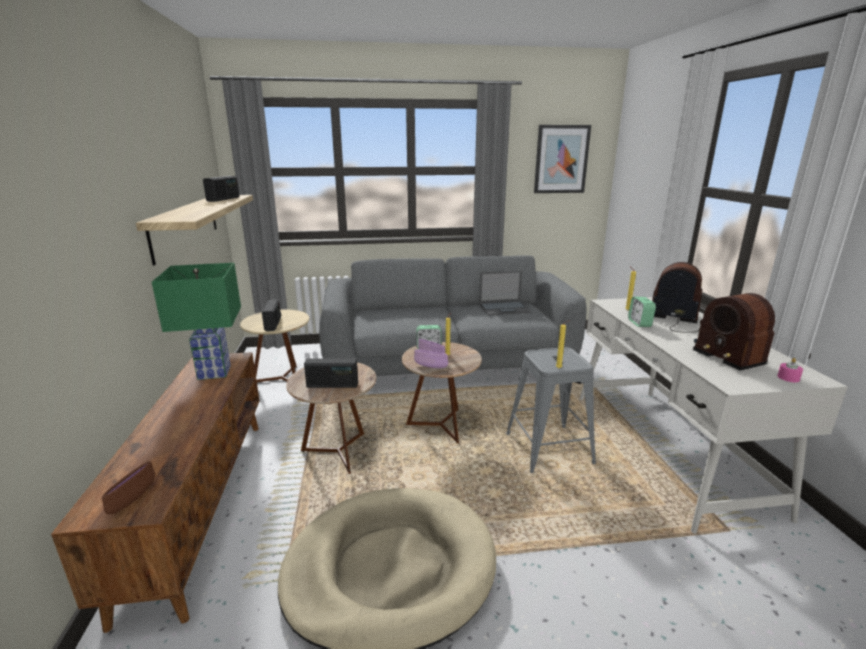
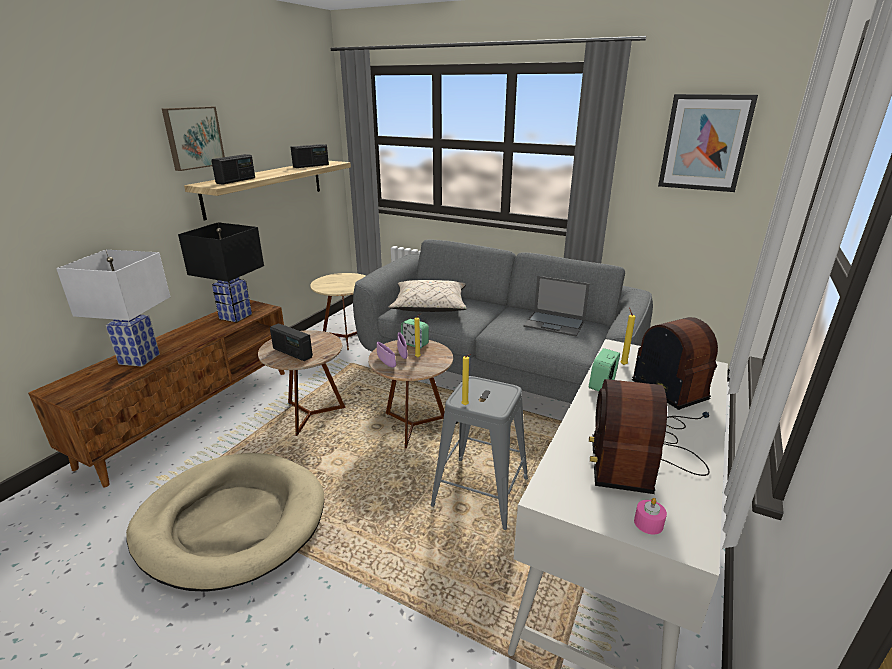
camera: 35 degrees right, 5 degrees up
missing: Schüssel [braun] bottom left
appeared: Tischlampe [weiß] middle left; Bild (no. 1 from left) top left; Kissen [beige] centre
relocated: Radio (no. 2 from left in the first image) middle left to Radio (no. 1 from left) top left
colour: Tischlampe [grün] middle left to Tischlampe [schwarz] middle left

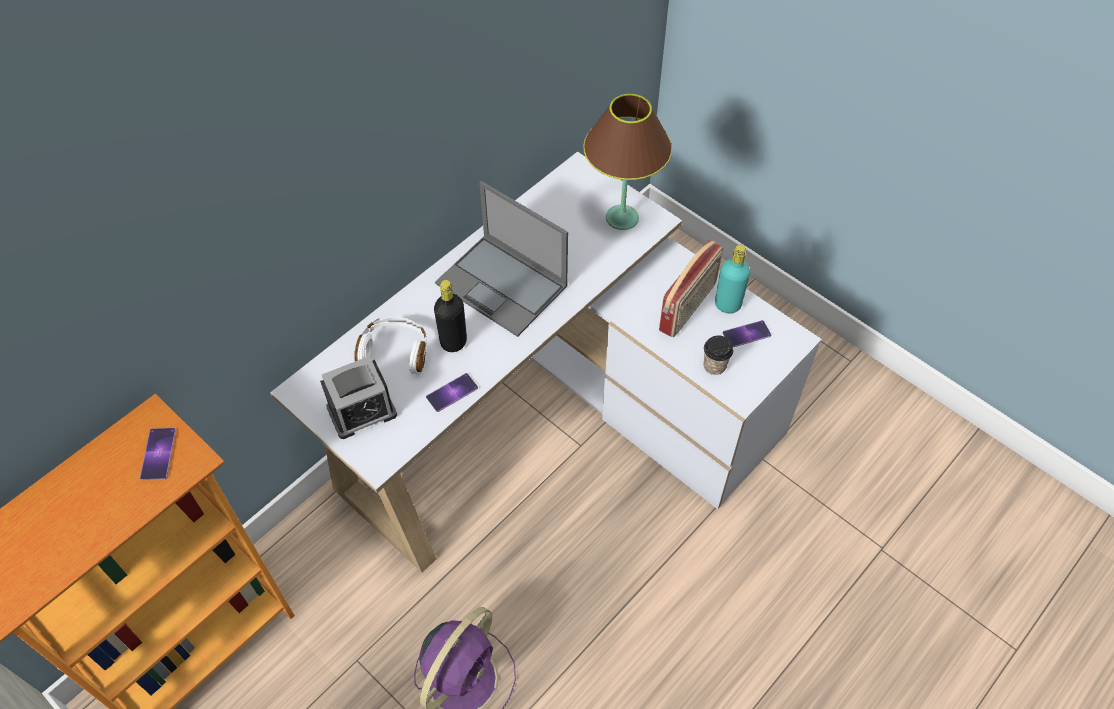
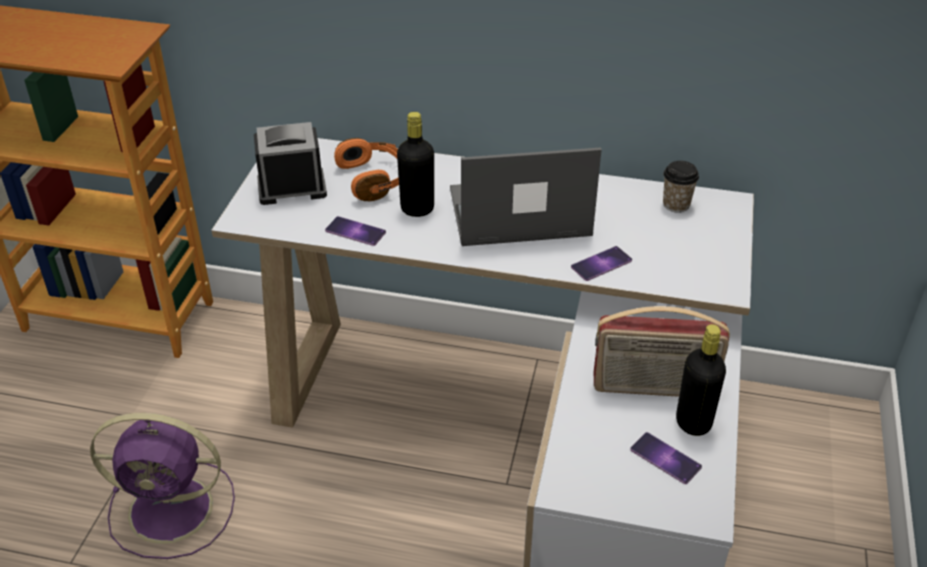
camera: 60 degrees right, 15 degrees down
missing: Tischlampe [braun] top centre
relocated: Handy (no. 1 from left in the first image) middle left to Handy (no. 2 from left) centre; Tasse centre to top right
colour: Kopfhörer [weiß] centre to Kopfhörer [orange] top centre; Flasche [türkis] centre to Flasche [schwarz] (no. 2 from left) bottom right
spun: Wecker middle left = top left 135 degrees clockwise; Laptop centre = centre 75 degrees clockwise

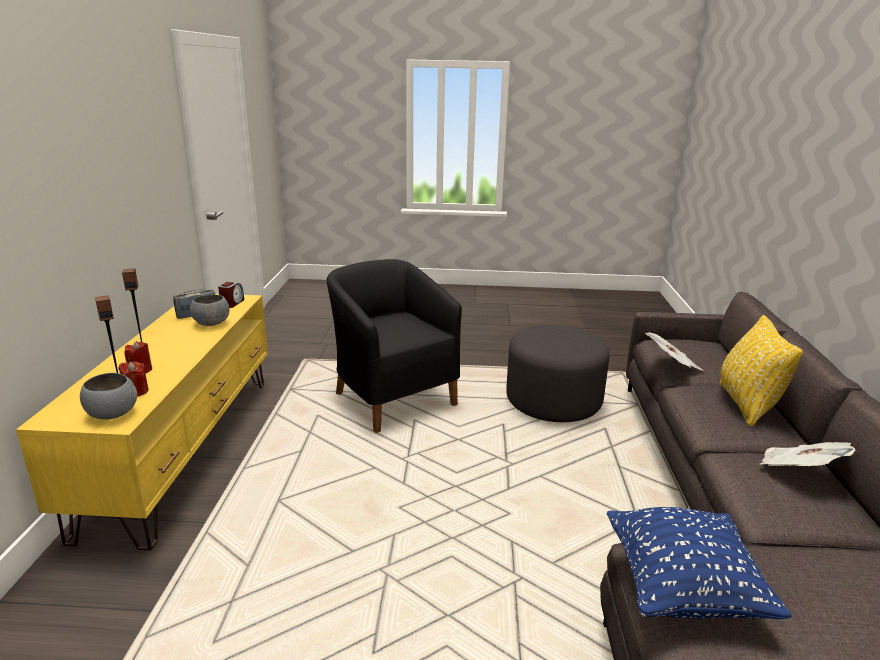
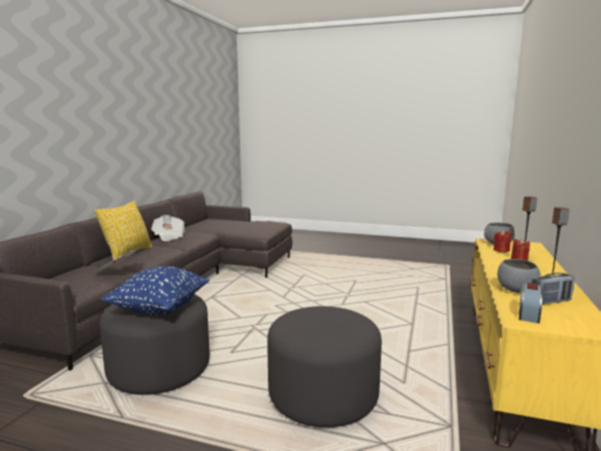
camera: 165 degrees left, 10 degrees down
relocated: Kissen [blau] bottom right to middle left
exchanged: Sessel [schwarz] centre to Polsterhocker [grau] (no. 2 from left) bottom centre

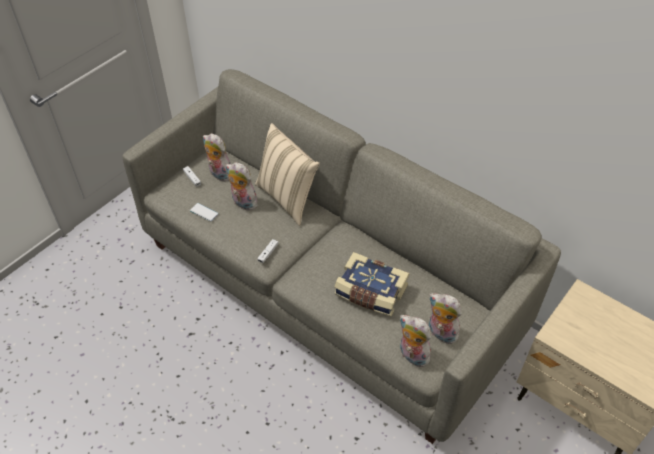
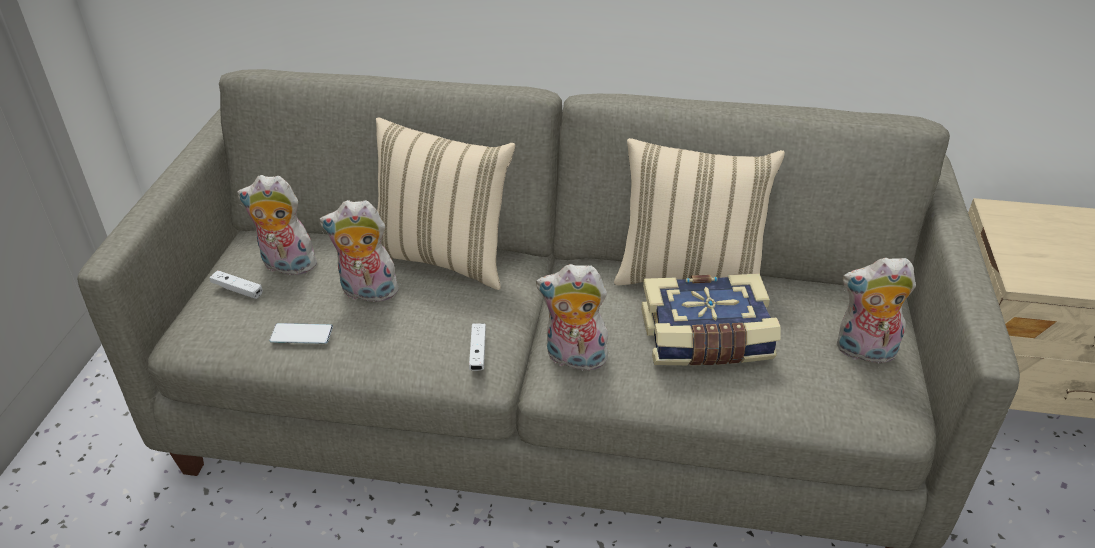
camera: 30 degrees left, 10 degrees down
appeared: Kissen [beige] (no. 2 from left) centre
relocated: Plüschtier (no. 3 from left) bottom centre to centre

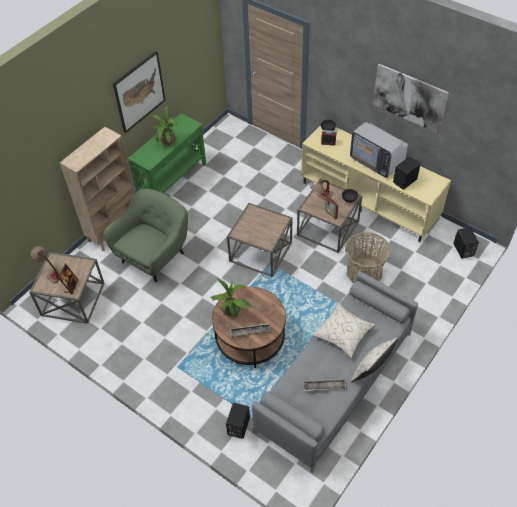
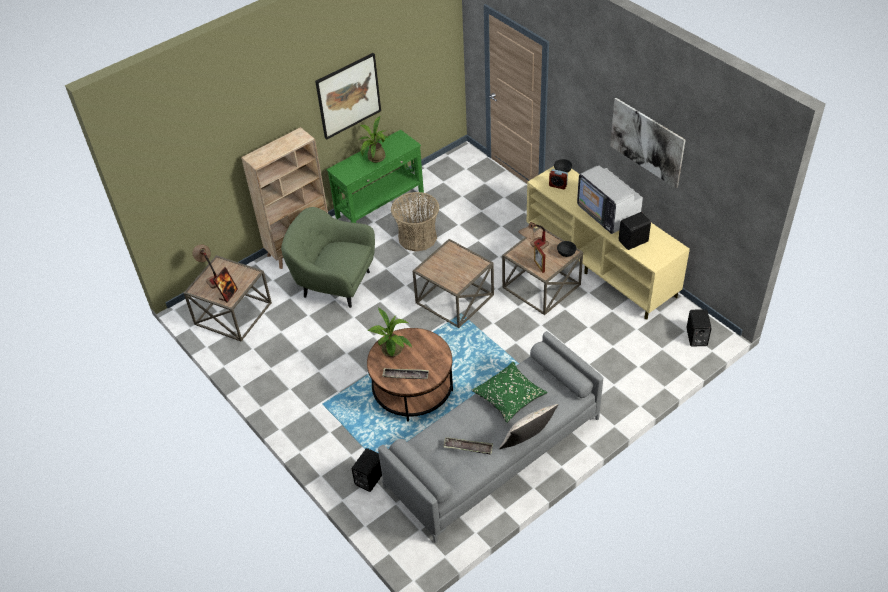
camera: 15 degrees right, 5 degrees down
relocated: Korb middle right to centre
colour: Kissen [beige] (no. 1 from left) centre to Kissen [grün] centre
spun: Sessel [grün] middle left = centre 120 degrees counterclockwise

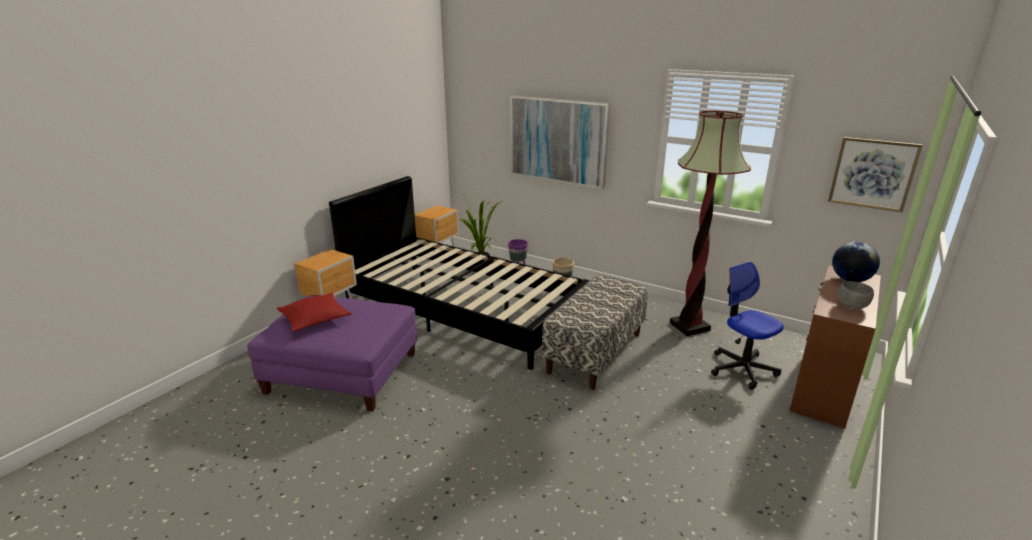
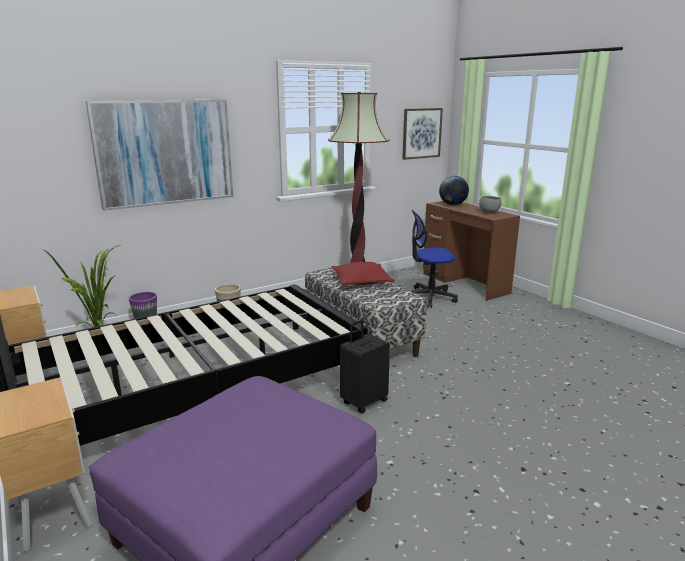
camera: 65 degrees left, 5 degrees down
appeared: Koffer [schwarz] centre
relocated: Kissen [rot] middle left to centre

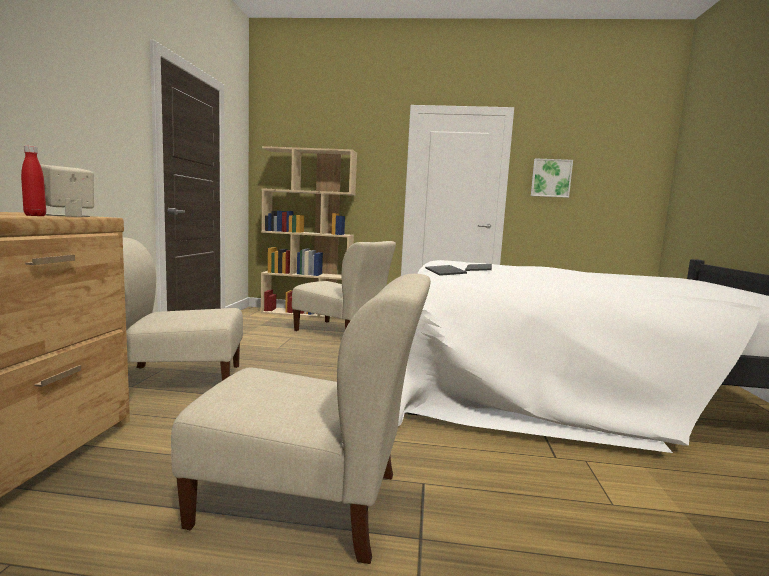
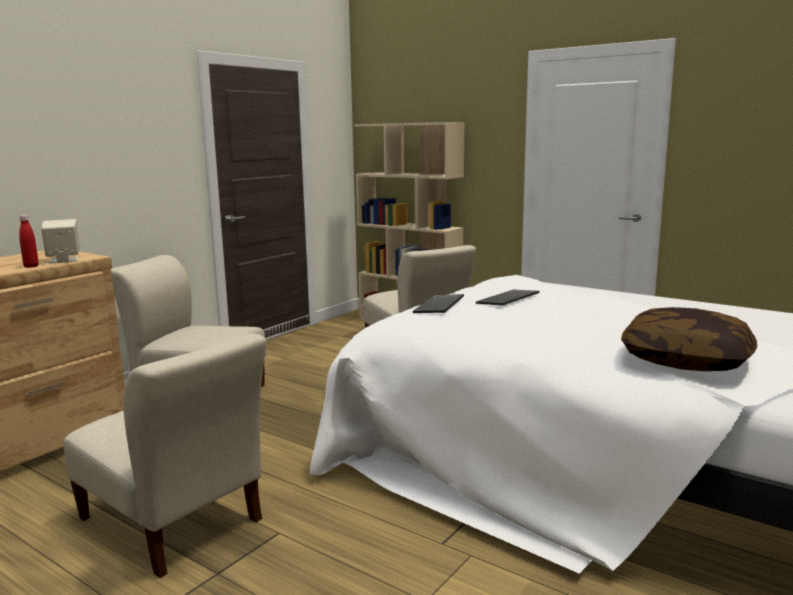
camera: 30 degrees right, 5 degrees up
missing: Bild top right
appeared: Kissen middle right

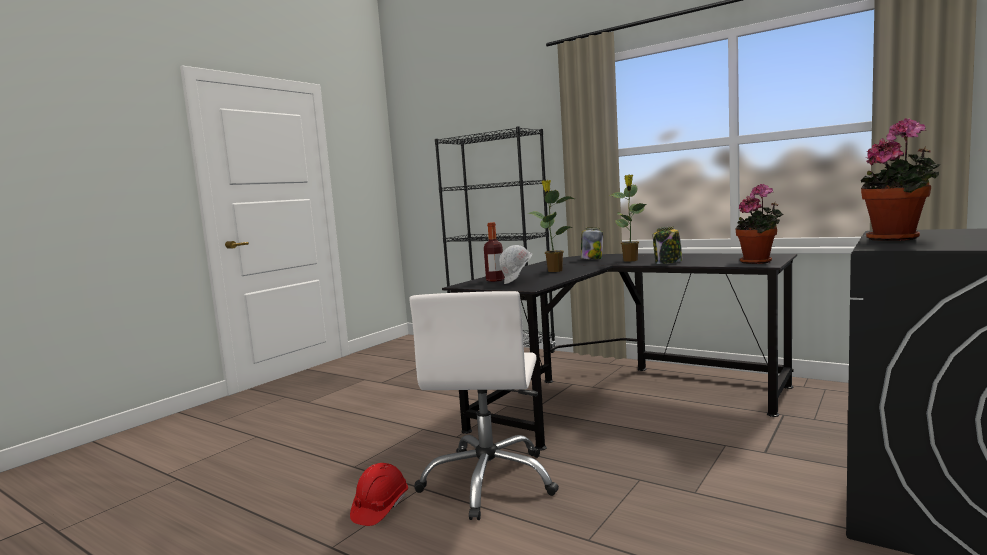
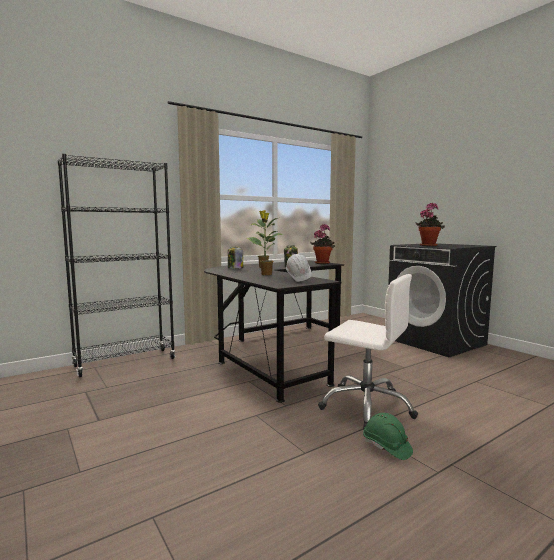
camera: 70 degrees left, 0 degrees up
missing: Flasche centre
colour: Schutzhelm [rot] bottom centre to Schutzhelm [grün] bottom right

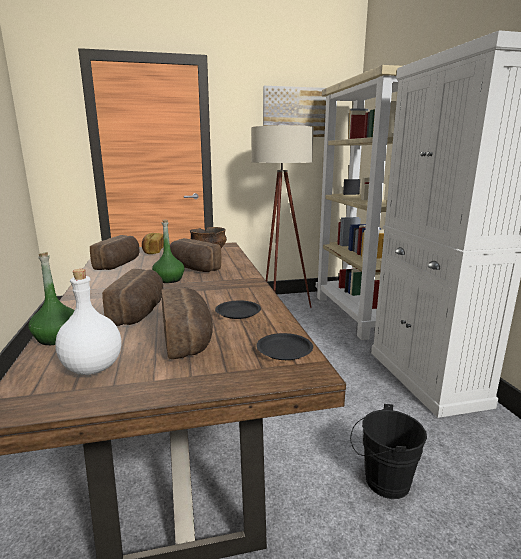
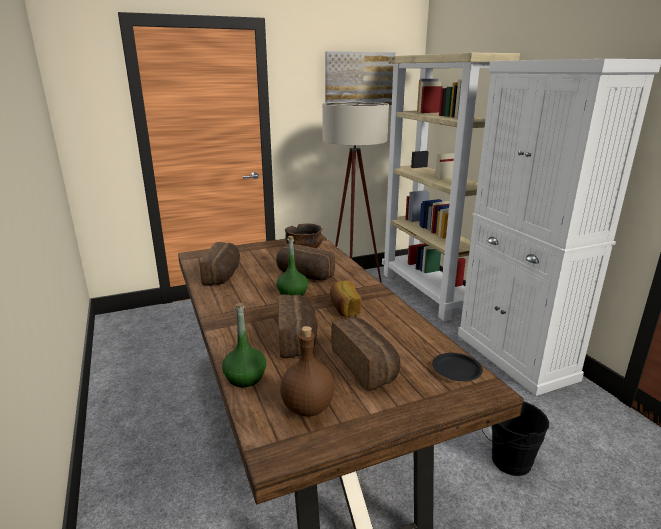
camera: 10 degrees left, 5 degrees up
missing: Teller [schwarz] (no. 1 from left) centre
relocated: Brot (no. 3 from left in the first image) middle left to Brot (no. 4 from left) centre
colour: Flasche [weiß] middle left to Flasche [braun] bottom centre

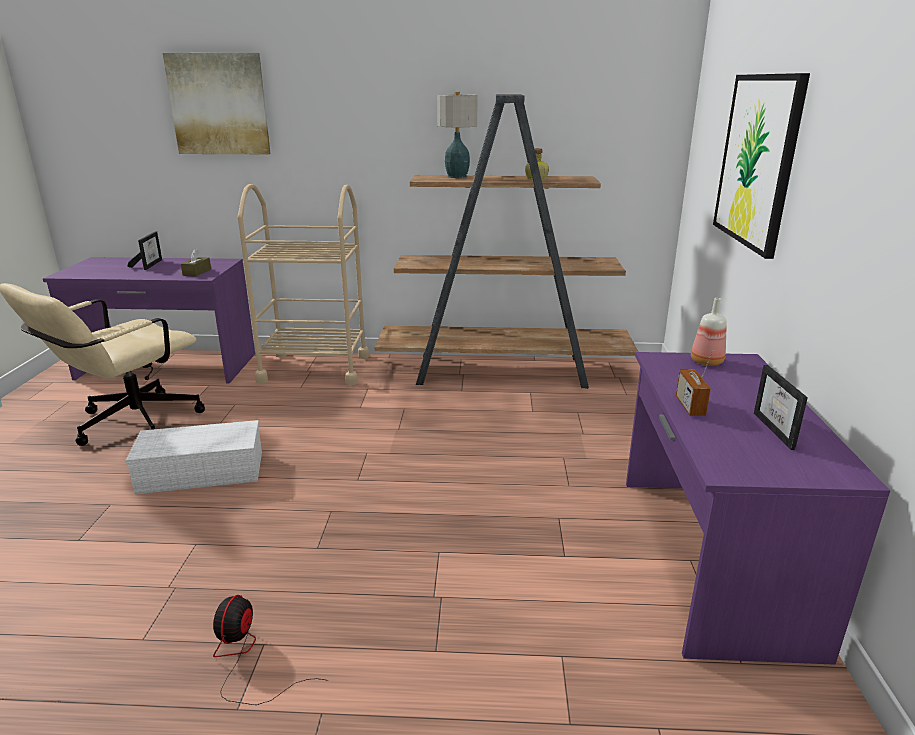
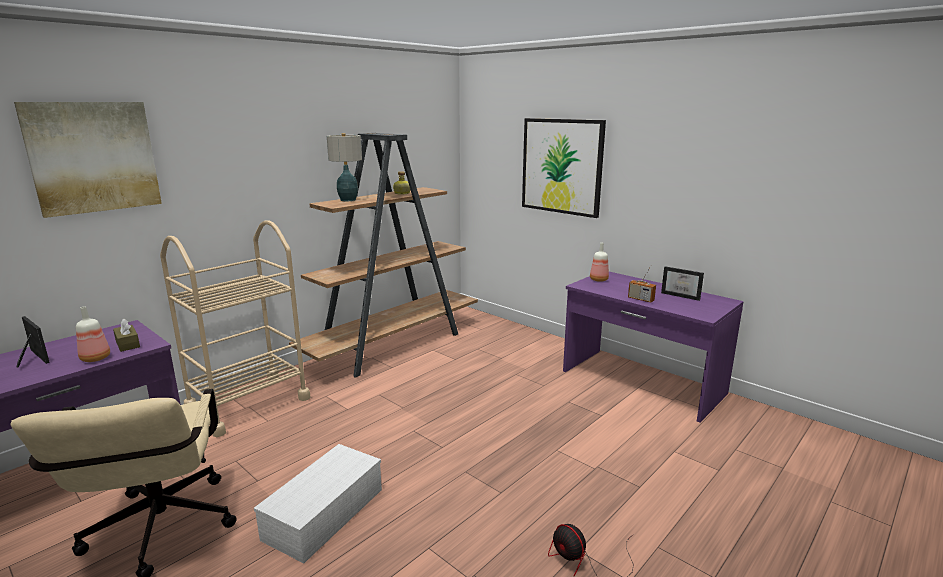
camera: 50 degrees left, 5 degrees down
appeared: Flasche (no. 1 from left) middle left

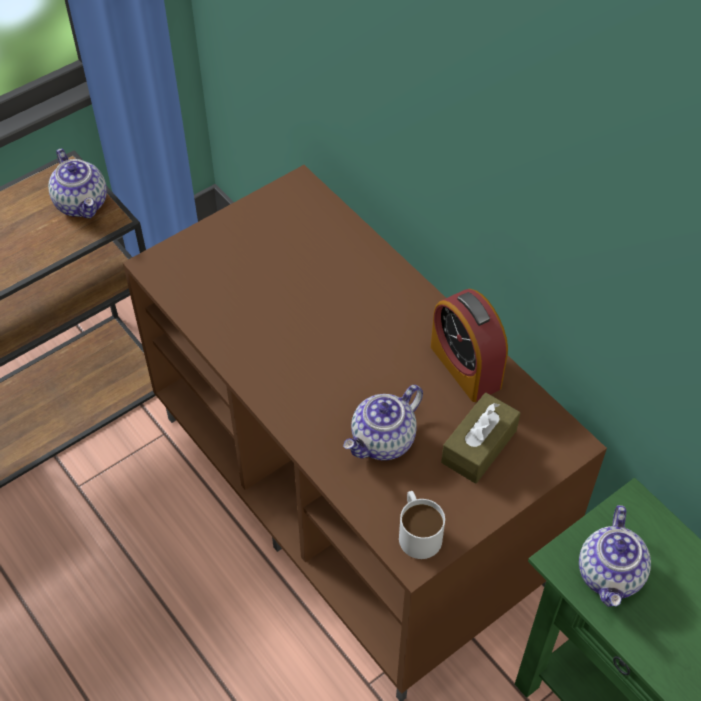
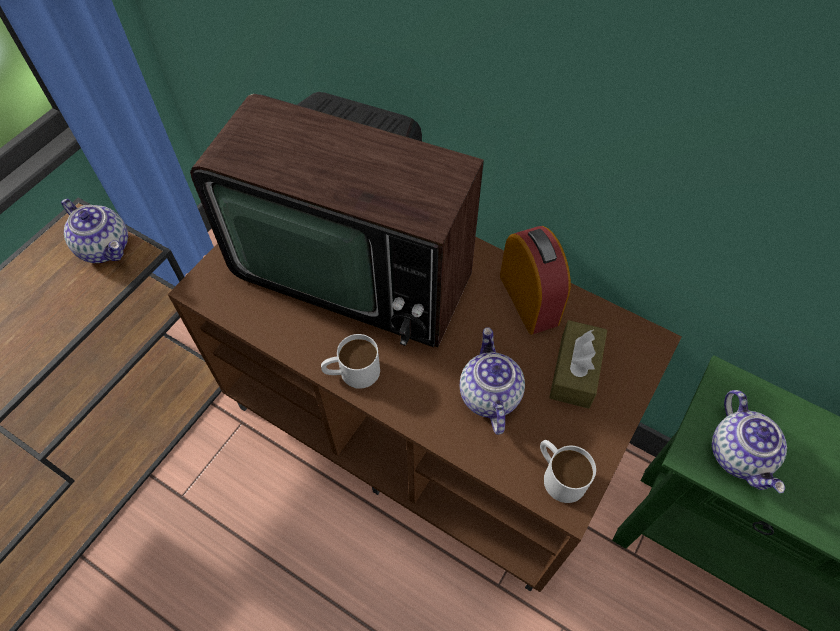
camera: 20 degrees left, 5 degrees up
appeared: Fernseher centre; Henkelbecher [weiß] (no. 1 from left) centre
spun: Teekanne (no. 2 from left) centre = centre 150 degrees clockwise; Wecker middle right = centre 150 degrees counterclockwise

